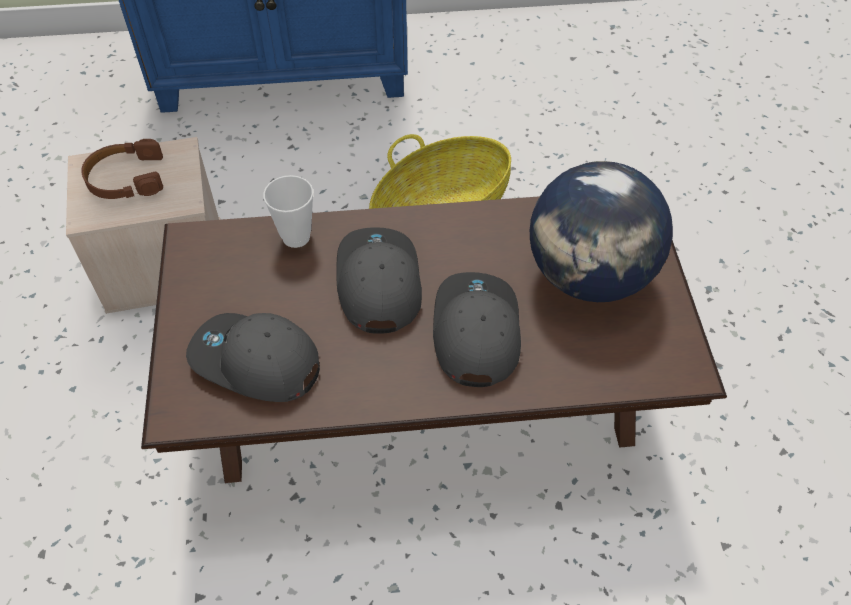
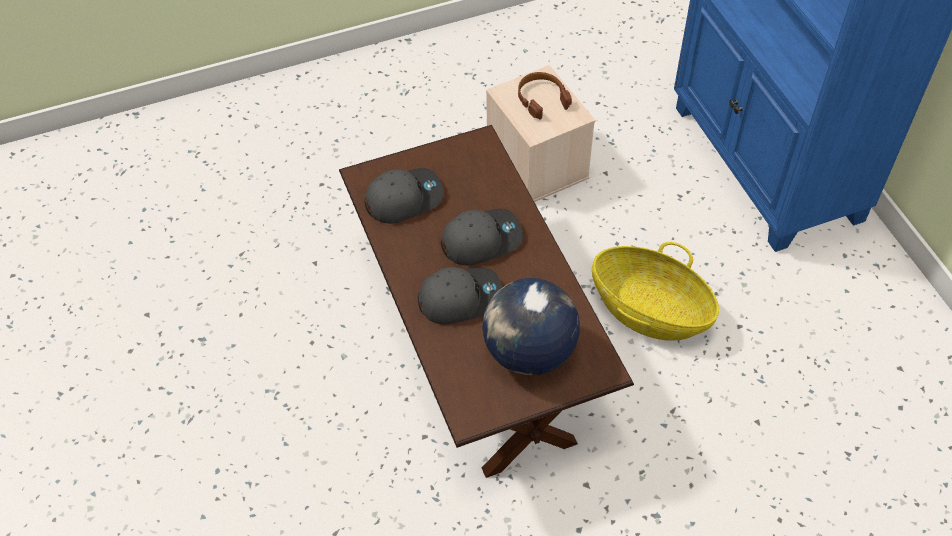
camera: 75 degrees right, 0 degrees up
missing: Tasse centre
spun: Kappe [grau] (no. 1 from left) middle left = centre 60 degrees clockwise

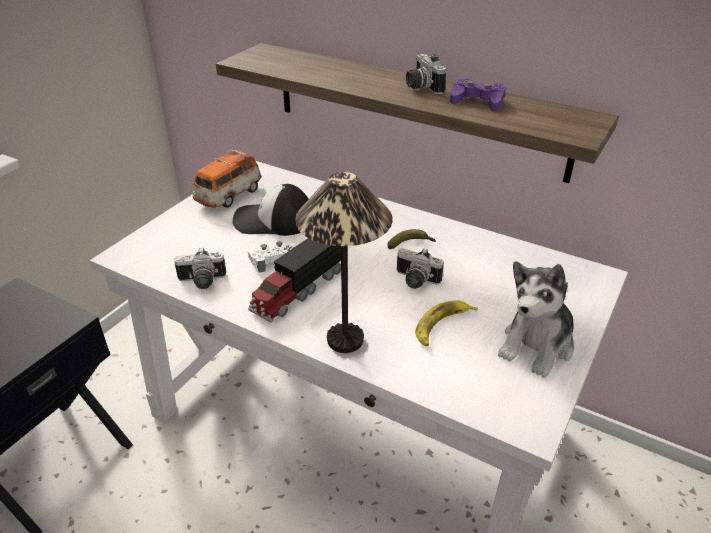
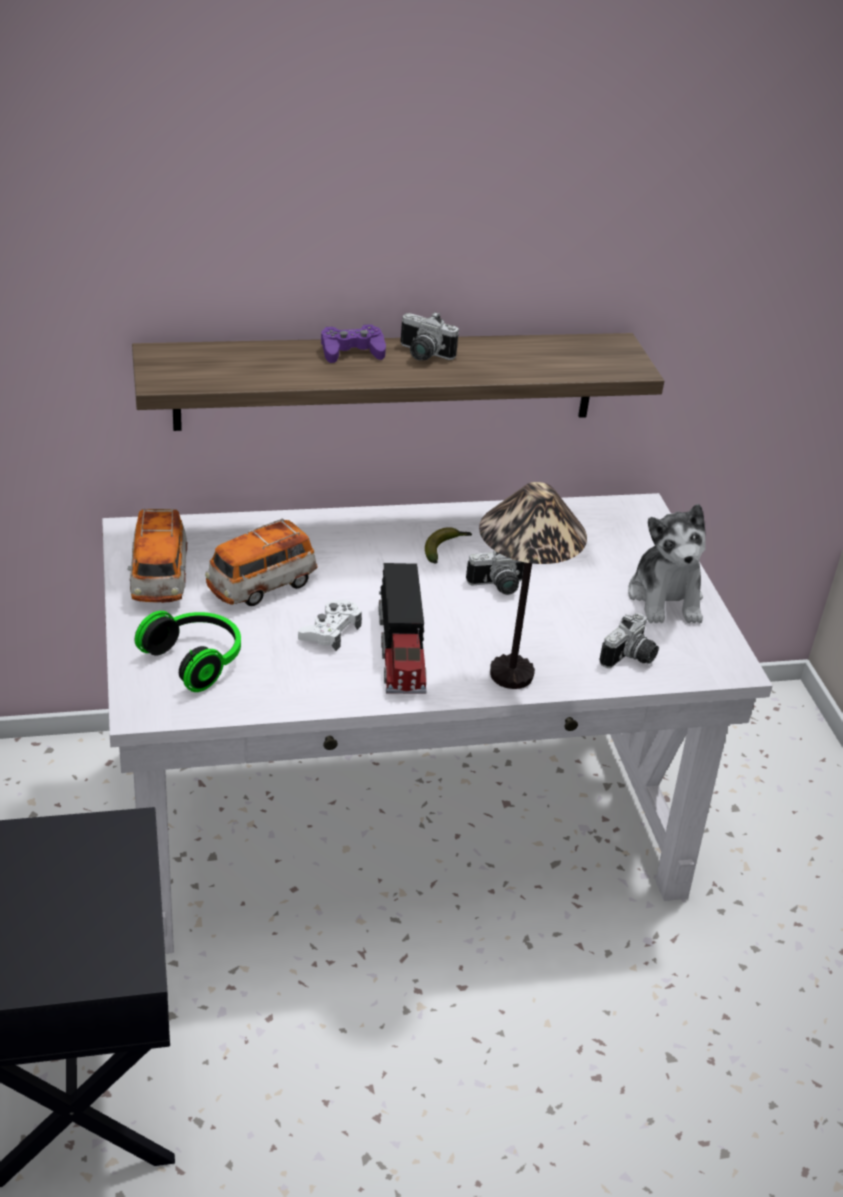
camera: 45 degrees left, 0 degrees up
missing: Banane (no. 2 from left) centre
appeared: Kopfhörer middle left
relocated: Kamera (no. 1 from left in the first image) middle left to Kamera (no. 3 from left) middle right; Gamepad [lila] top right to top centre
exchanged: Kappe centre to Spielzeugauto (no. 2 from left) middle left

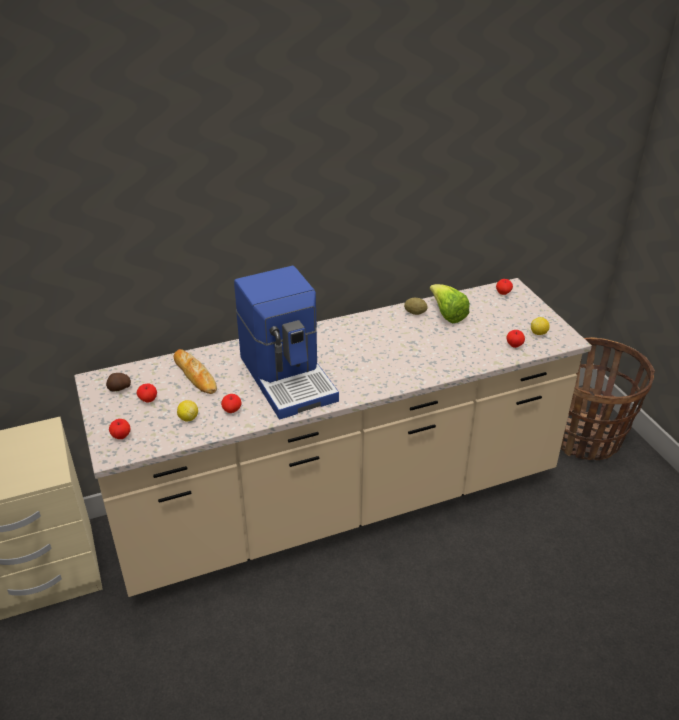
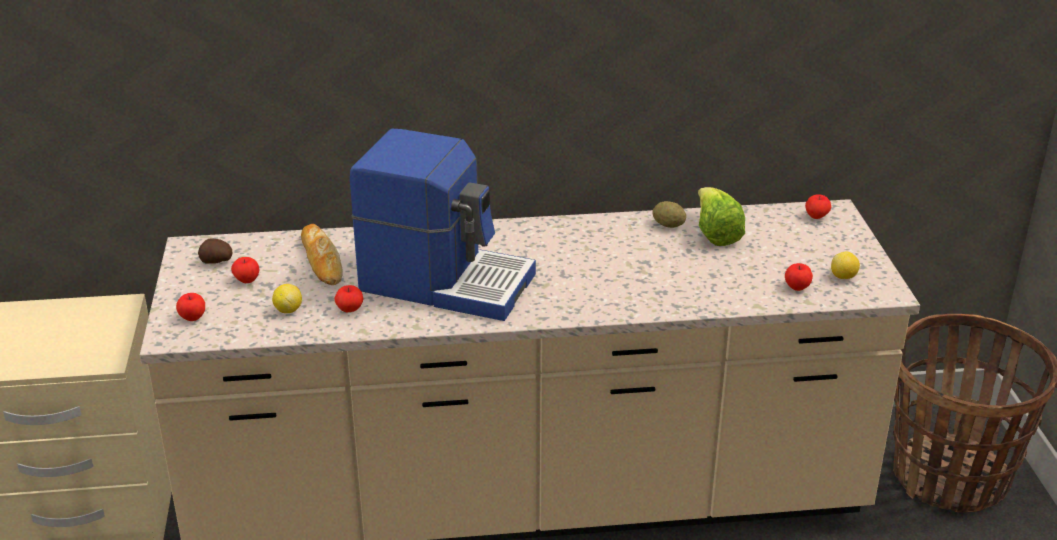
camera: 15 degrees right, 5 degrees down
spun: Kaffeemaschine centre = centre 60 degrees counterclockwise

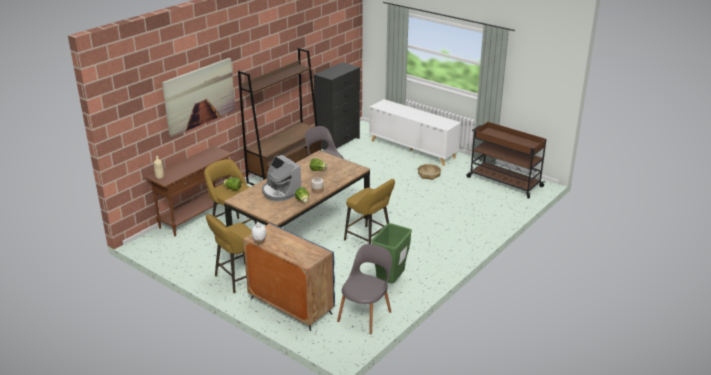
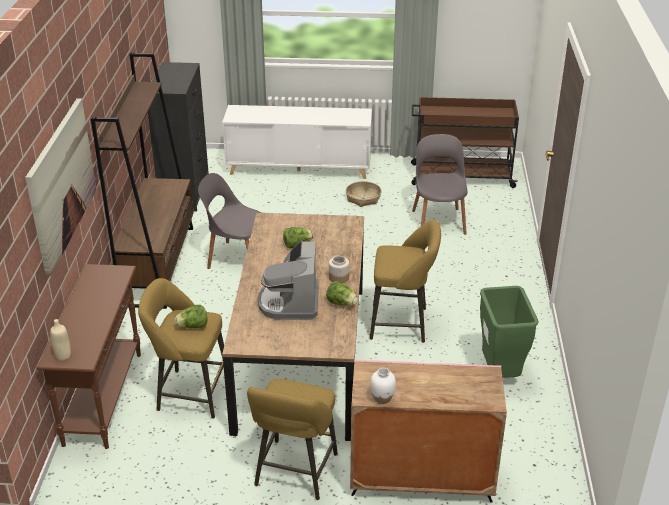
camera: 35 degrees left, 5 degrees up
relocated: Stuhl [grau] (no. 2 from left) bottom centre to centre
colour: Schrank [blau] bottom centre to Schrank [rosa] bottom centre
spun: Kaffeemaschine centre = centre 75 degrees clockwise

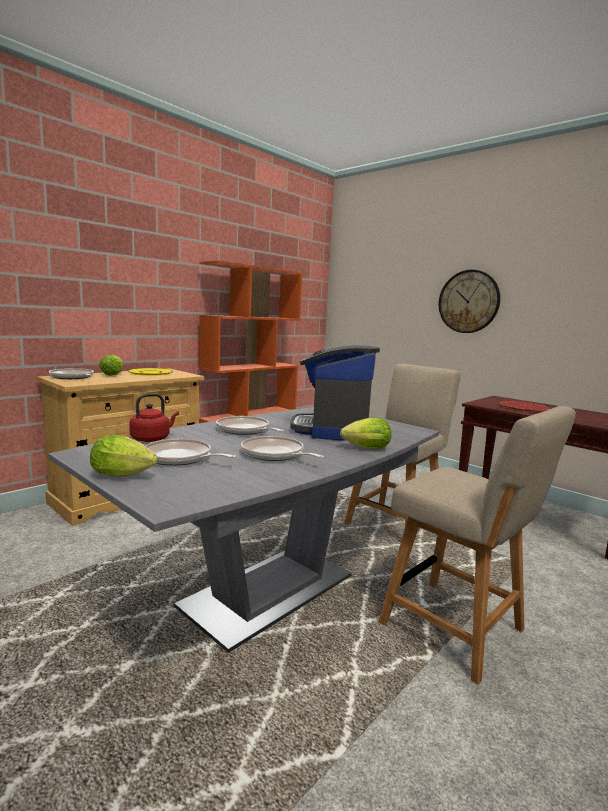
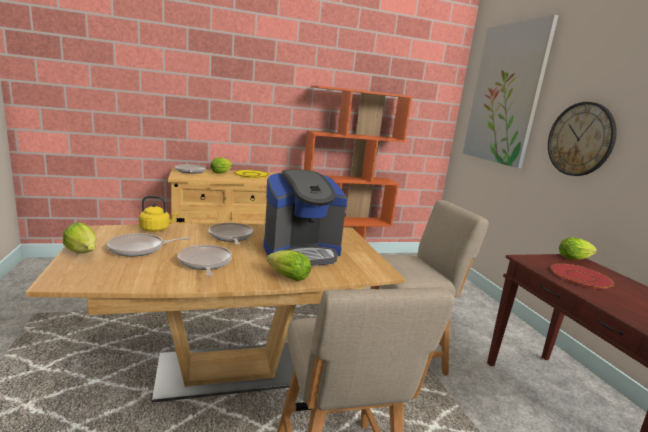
camera: 30 degrees right, 5 degrees up
appeared: Bild top right; Salatkopf (no. 4 from left) middle right
colour: Esstisch [grau] centre to Esstisch [braun] bottom left; Wasserkessel [rot] middle left to Wasserkessel [gelb] middle left
spun: Pfanne (no. 2 from left in the first image) middle left = middle left 75 degrees counterclockwise; Kaffeemaschine centre = centre 150 degrees counterclockwise

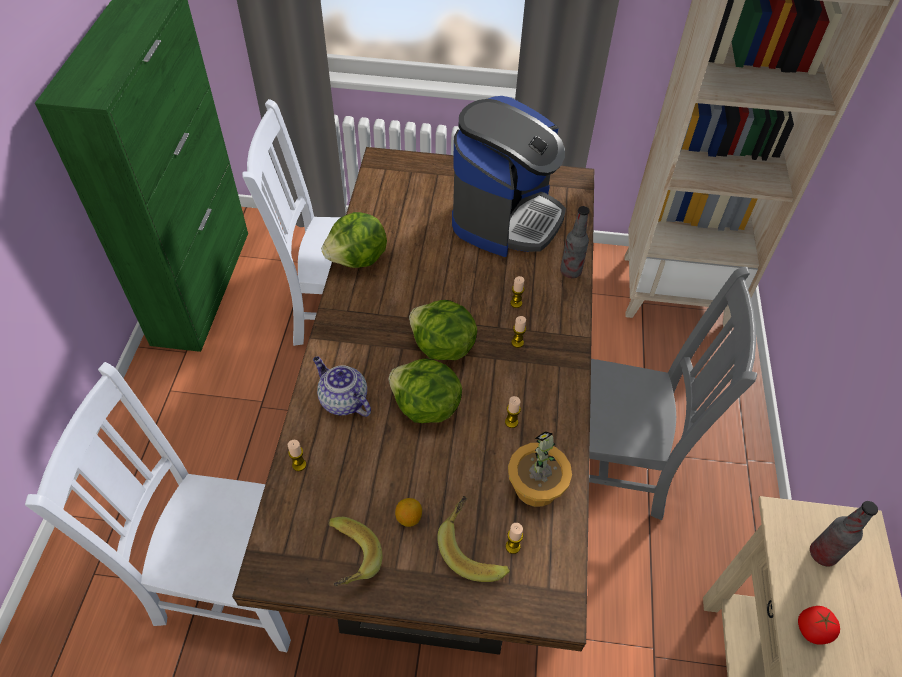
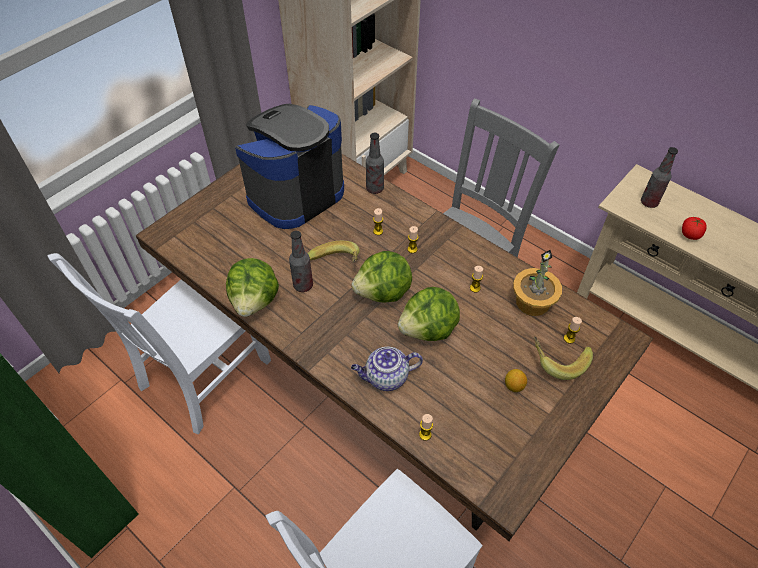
camera: 55 degrees left, 0 degrees up
appeared: Flasche (no. 1 from left) centre
relocated: Banane (no. 1 from left) bottom centre to centre
spun: Kaffeemaschine top centre = top centre 105 degrees counterclockwise

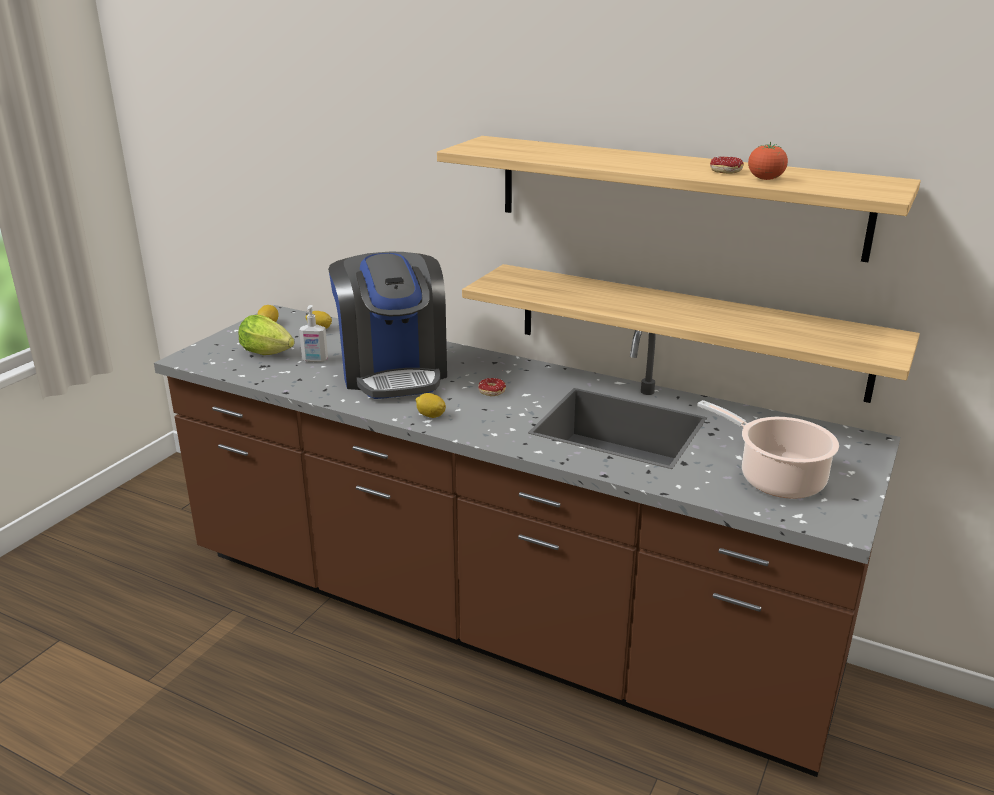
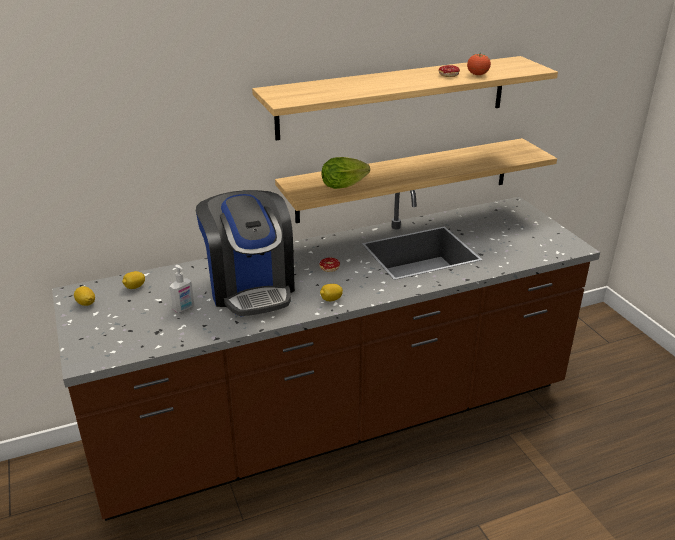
camera: 50 degrees left, 5 degrees up
missing: Kochtopf middle right
relocated: Salatkopf middle left to top centre
spun: Kaffeemaschine centre = centre 45 degrees clockwise

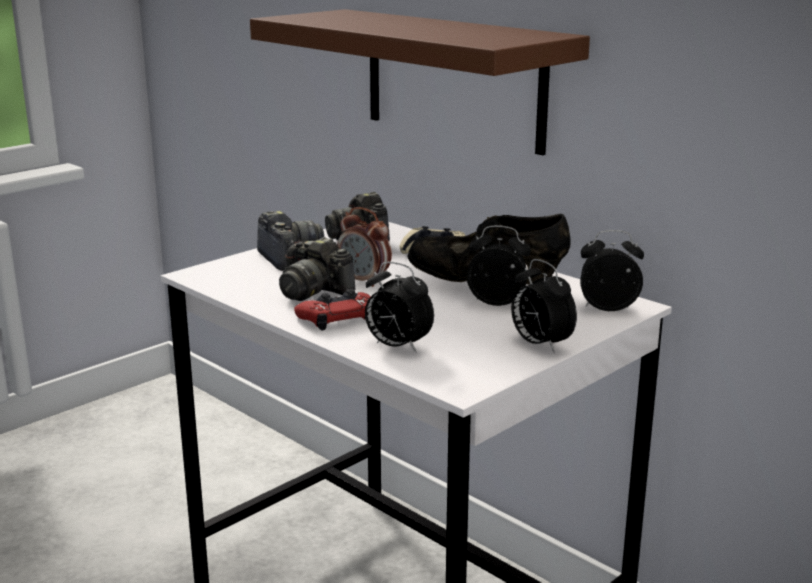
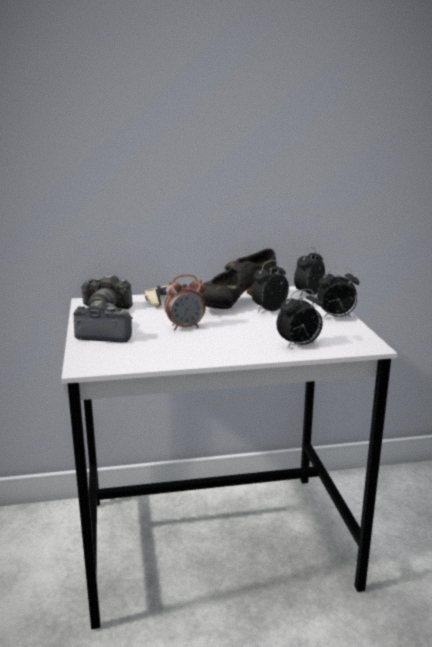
camera: 55 degrees left, 0 degrees up
missing: Wandregal [braun] top centre; Kamera (no. 2 from left) centre; Gamepad [rot] centre

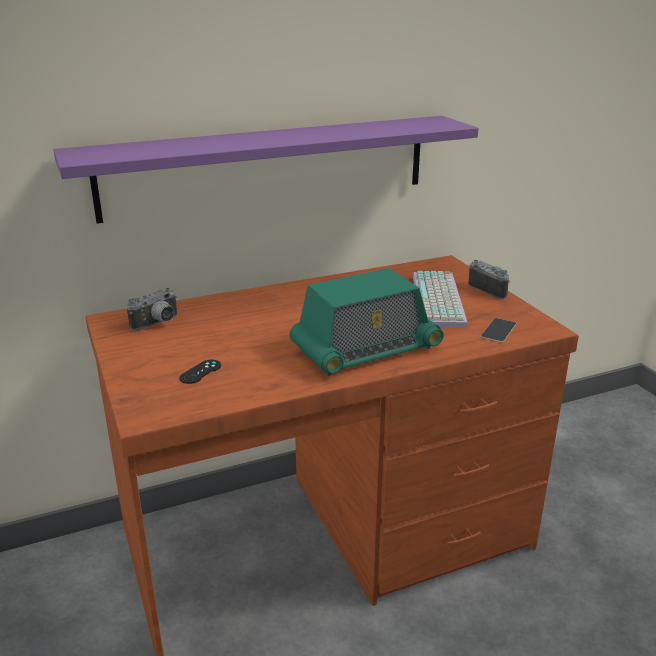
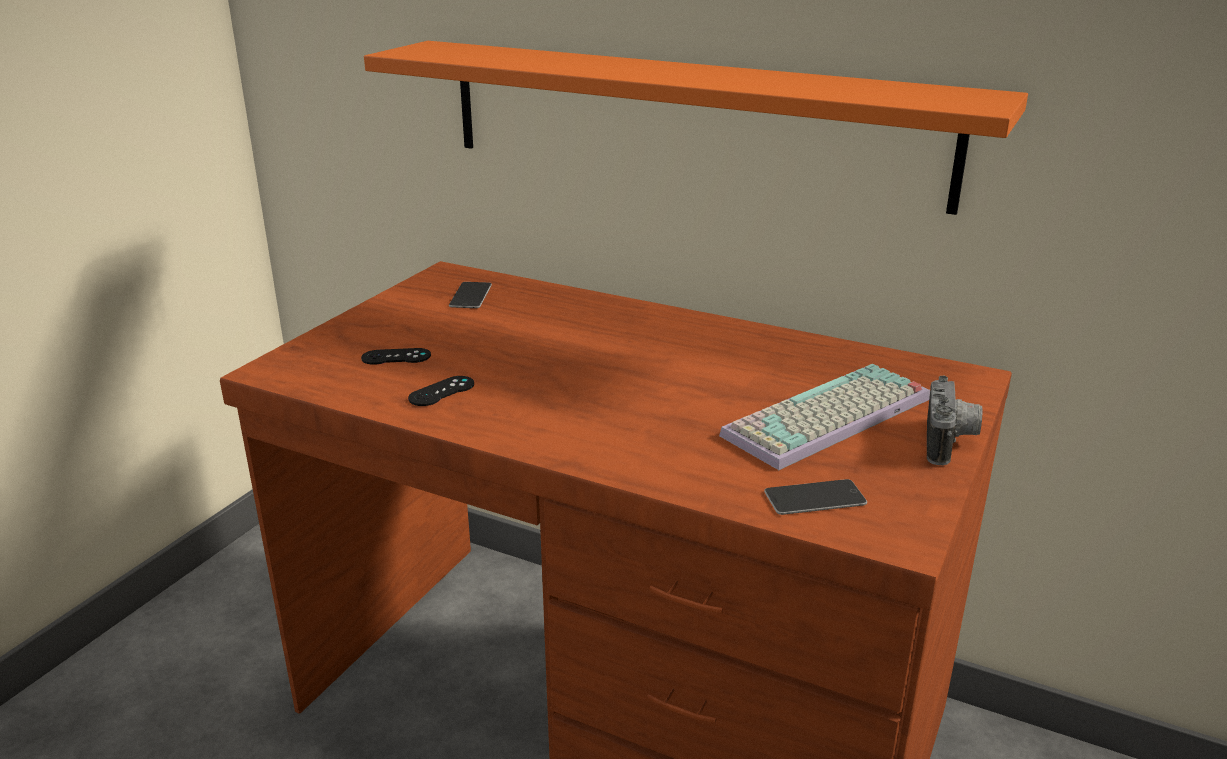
camera: 50 degrees right, 0 degrees up
missing: Radio centre
appeared: Gamepad [schwarz] (no. 2 from left) centre
exchanged: Kamera (no. 1 from left) middle left to Handy (no. 1 from left) centre
colour: Wandregal [lila] top centre to Wandregal [orange] top centre

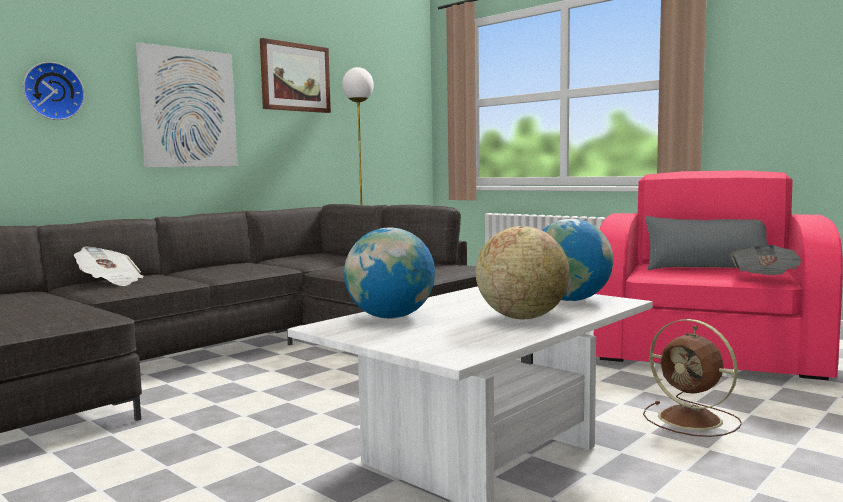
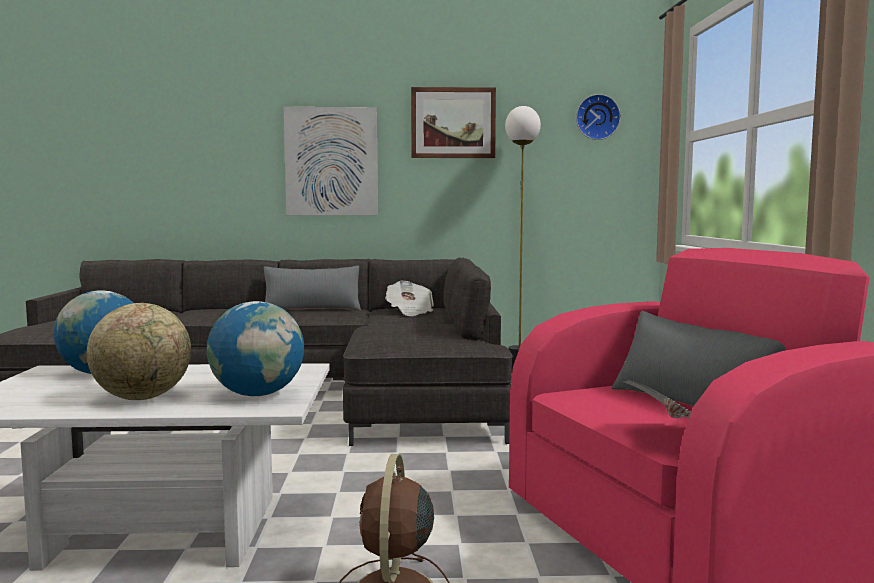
camera: 45 degrees right, 0 degrees up
appeared: Kissen [grau] (no. 1 from left) centre
relocated: Wanduhr top left to top right; Zeitung (no. 1 from left) middle left to centre

